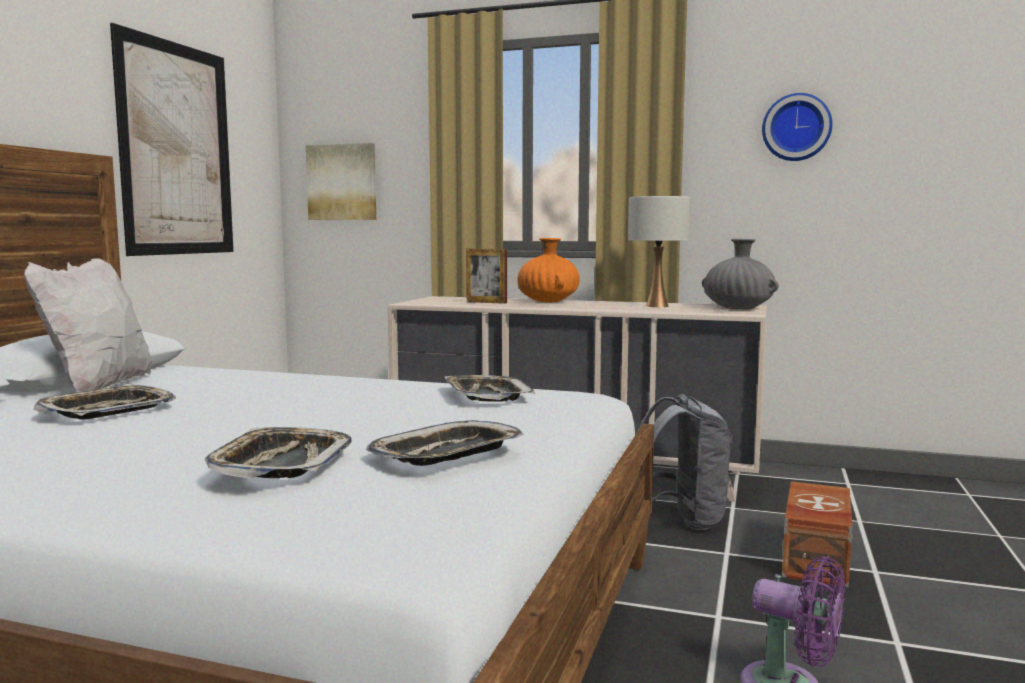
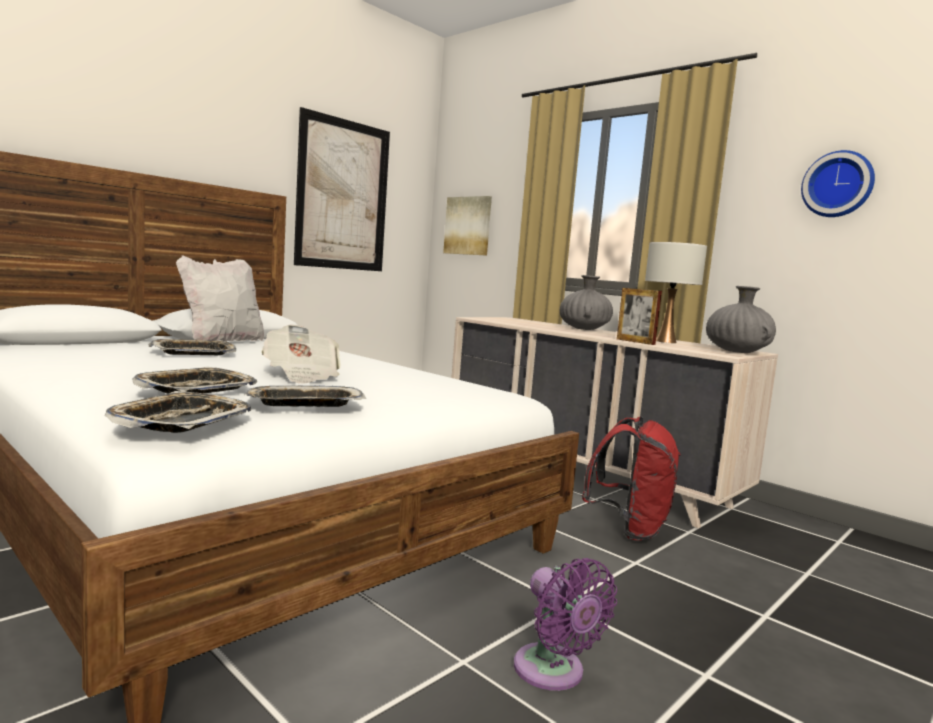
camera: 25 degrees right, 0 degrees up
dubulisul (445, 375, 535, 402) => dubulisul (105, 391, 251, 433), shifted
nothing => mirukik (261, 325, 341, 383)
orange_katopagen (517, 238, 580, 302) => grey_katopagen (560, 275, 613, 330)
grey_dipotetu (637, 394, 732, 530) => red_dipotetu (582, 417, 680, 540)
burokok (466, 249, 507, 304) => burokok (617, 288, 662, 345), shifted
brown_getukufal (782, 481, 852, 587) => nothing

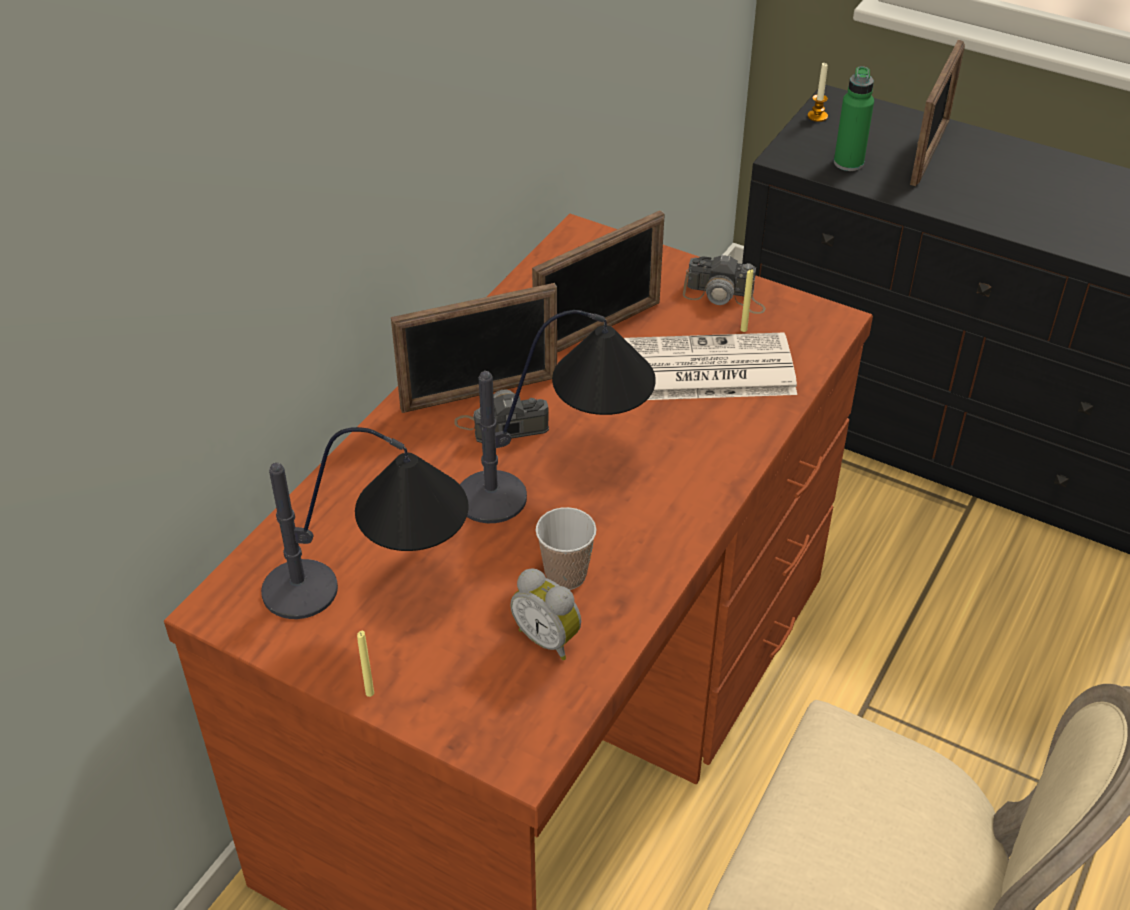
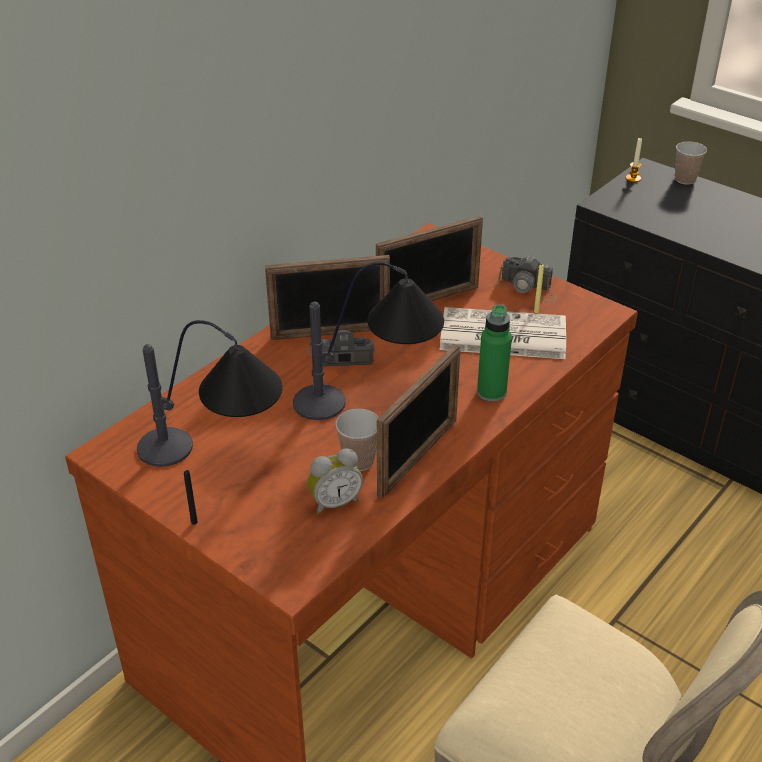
camera: 10 degrees right, 5 degrees down
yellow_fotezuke (357, 631, 374, 697) => black_fotezuke (184, 470, 198, 525)
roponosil (510, 568, 581, 660) => roponosil (307, 448, 363, 515), 75 degrees counterclockwise
burokok (910, 40, 965, 186) => burokok (377, 344, 460, 498), shifted
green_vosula (834, 66, 874, 171) => green_vosula (477, 304, 512, 402), shifted
nothing => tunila (675, 141, 707, 185)

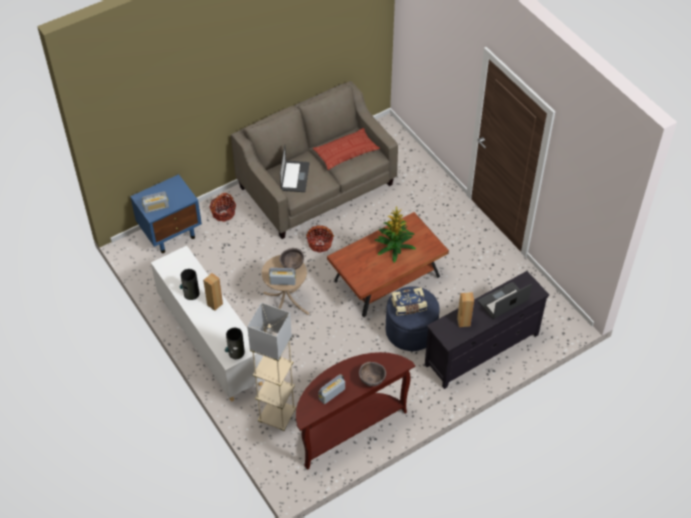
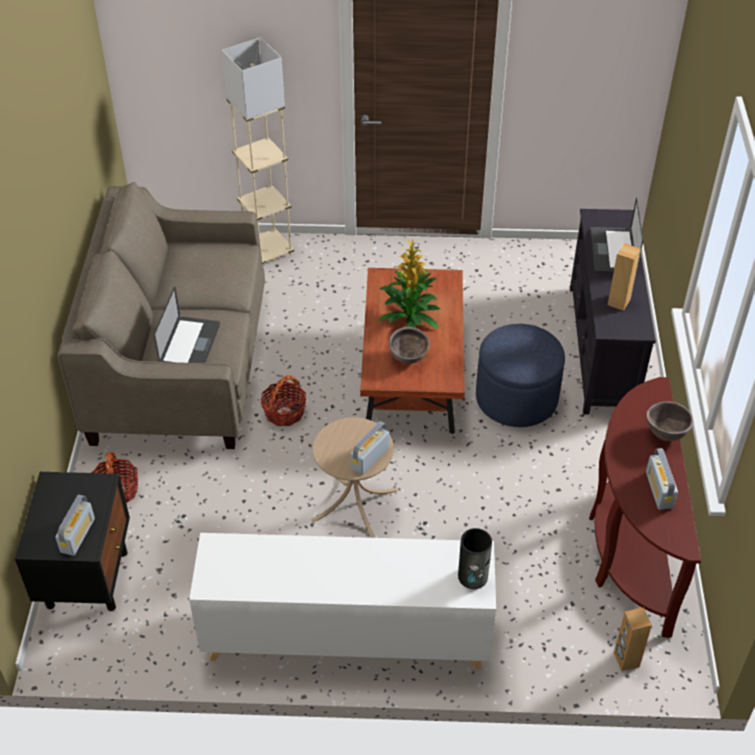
camera: 55 degrees left, 5 degrees down
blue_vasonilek (130, 174, 202, 253) => black_vasonilek (15, 472, 130, 611)
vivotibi (280, 145, 309, 192) => vivotibi (154, 286, 220, 363), 60 degrees clockwise
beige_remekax (247, 302, 296, 431) => beige_remekax (222, 37, 294, 264), shifted
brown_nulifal (279, 248, 304, 270) => brown_nulifal (389, 327, 430, 364), shifted
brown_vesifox (203, 273, 223, 311) => brown_vesifox (614, 607, 652, 671), shifted
katopagen (180, 269, 199, 300) => nothing
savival (313, 128, 380, 170) => nothing
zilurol (391, 287, 427, 316) => nothing

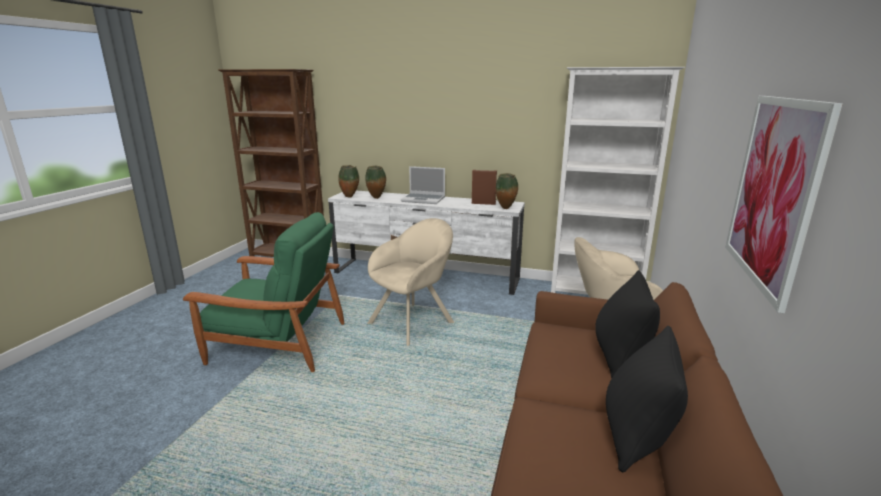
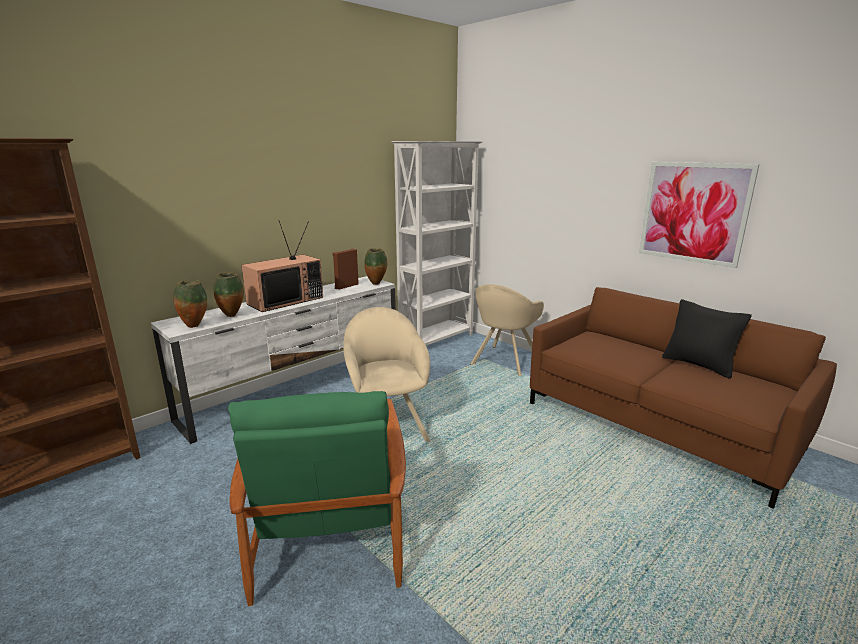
camera: 60 degrees left, 0 degrees up
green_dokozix (183, 212, 345, 372) => green_dokozix (228, 391, 406, 606), 135 degrees clockwise
vivotibi (401, 166, 445, 204) => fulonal (242, 220, 323, 312)
black_savival (595, 270, 660, 378) => nothing

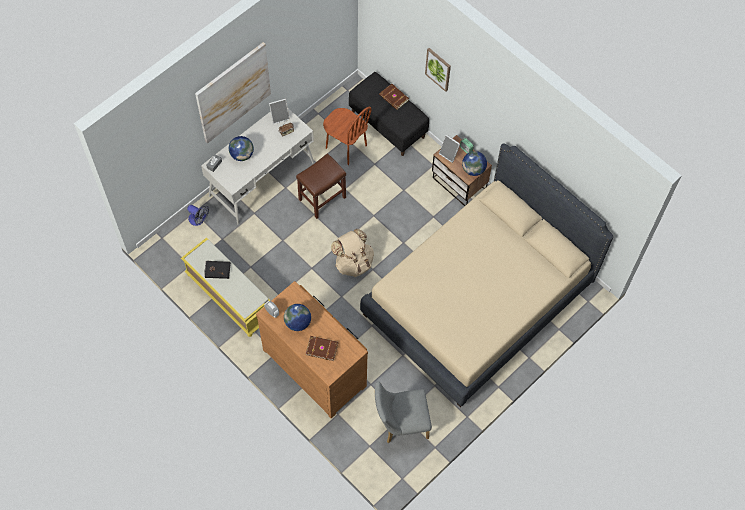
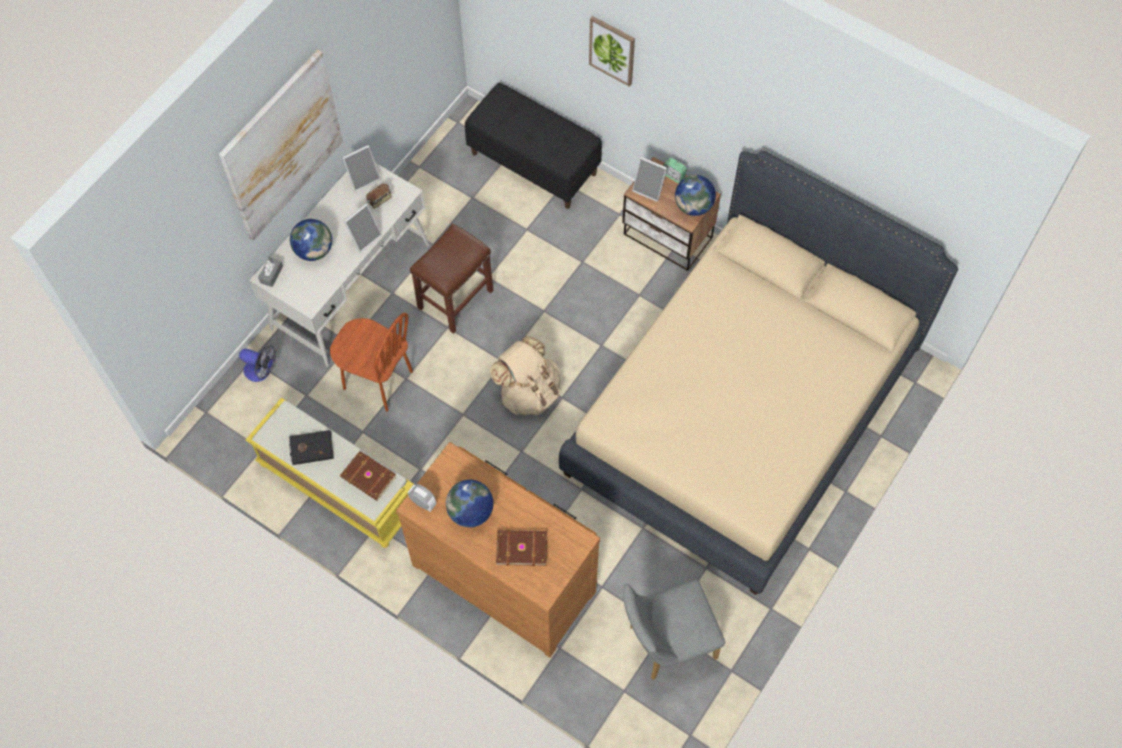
camera: 10 degrees left, 0 degrees up
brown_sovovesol (323, 107, 372, 165) => brown_sovovesol (330, 313, 413, 412), shifted
brown_zilurol (379, 84, 409, 110) => brown_zilurol (340, 451, 396, 501), shifted
nothing => burokok (344, 203, 382, 253)

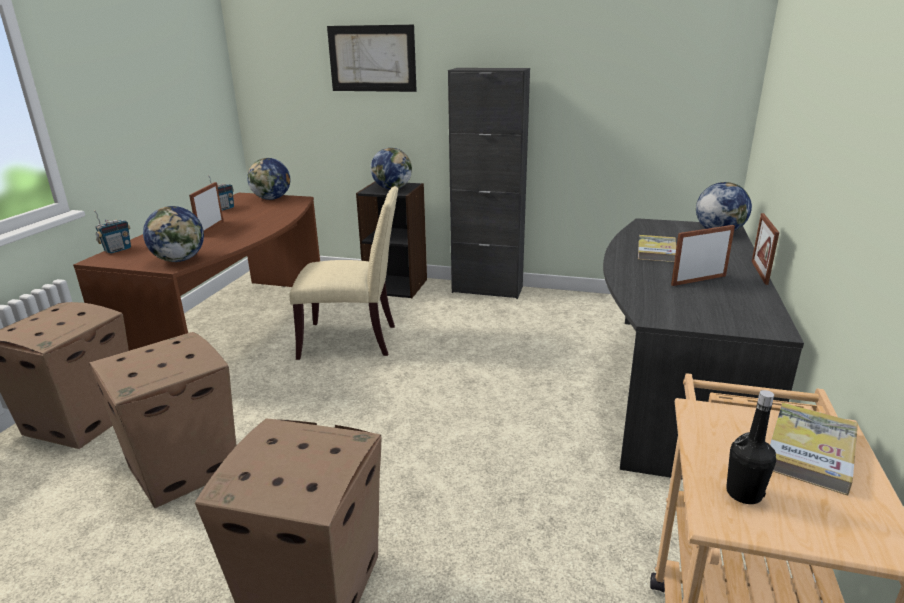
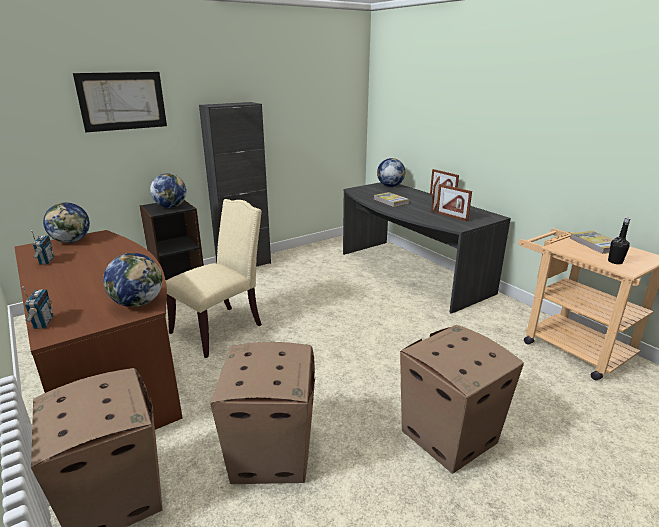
camera: 50 degrees left, 0 degrees up
burokok (189, 182, 224, 234) => burokok (436, 184, 472, 222), shifted

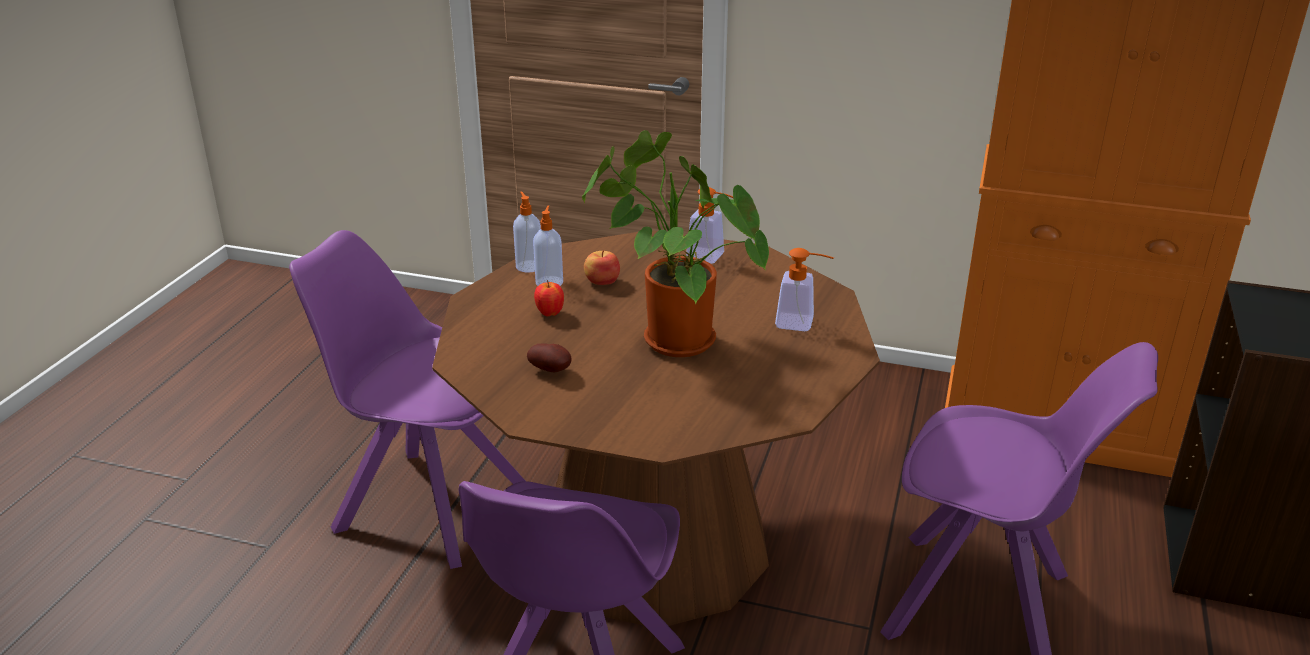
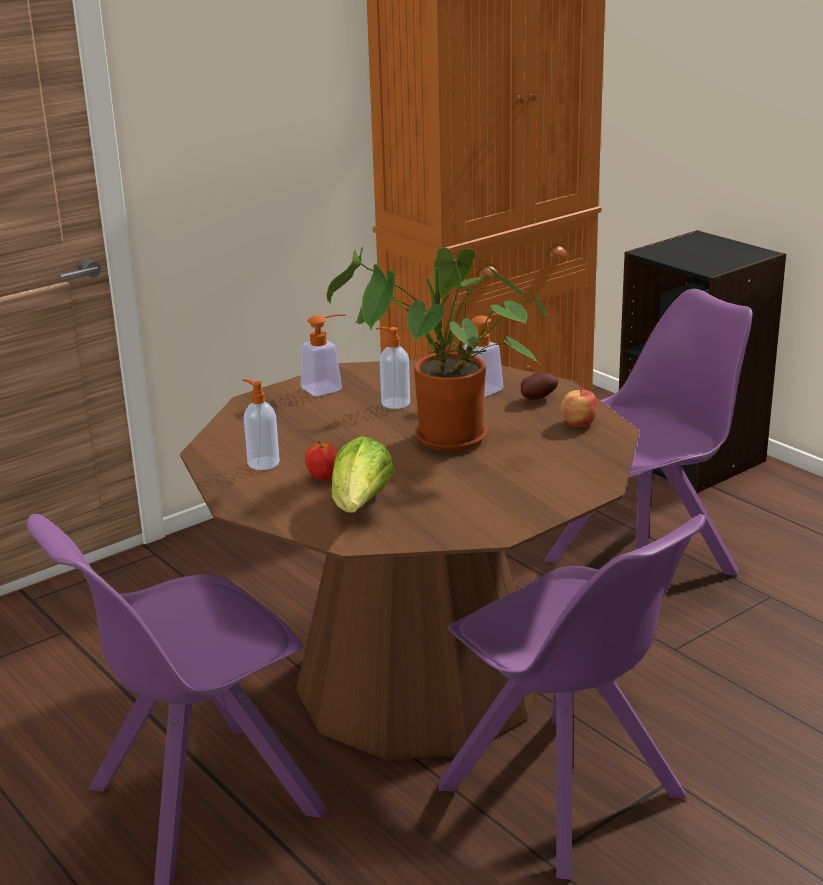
camera: 55 degrees left, 5 degrees down
nothing => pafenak (332, 436, 394, 513)
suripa (513, 192, 541, 273) => suripa (376, 327, 410, 409), shifted
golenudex (527, 343, 572, 372) => golenudex (521, 372, 558, 400), shifted
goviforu (584, 250, 620, 285) => goviforu (561, 388, 597, 427), shifted

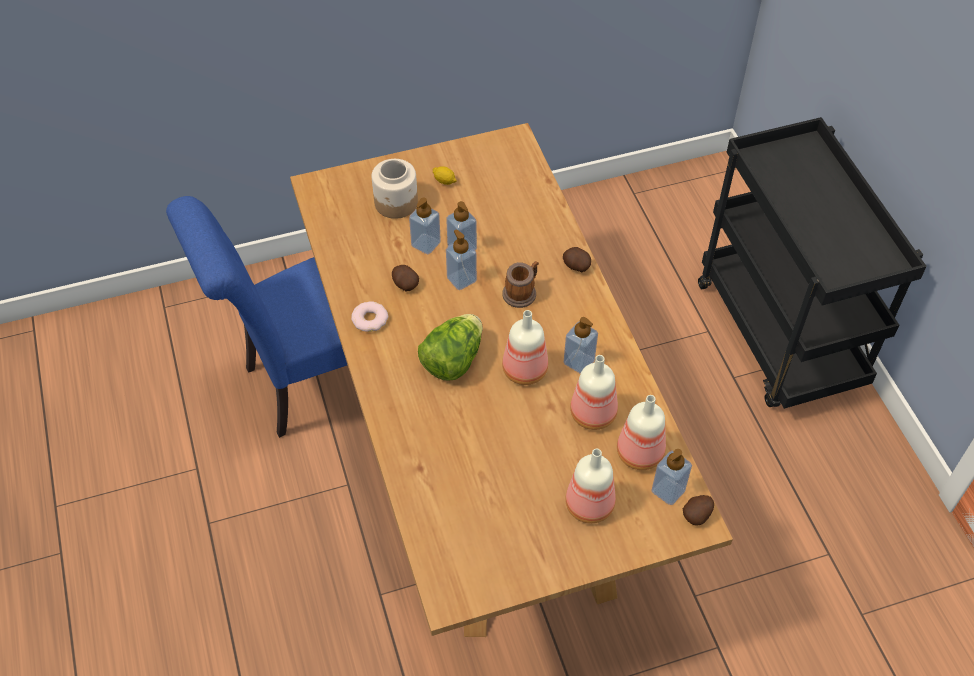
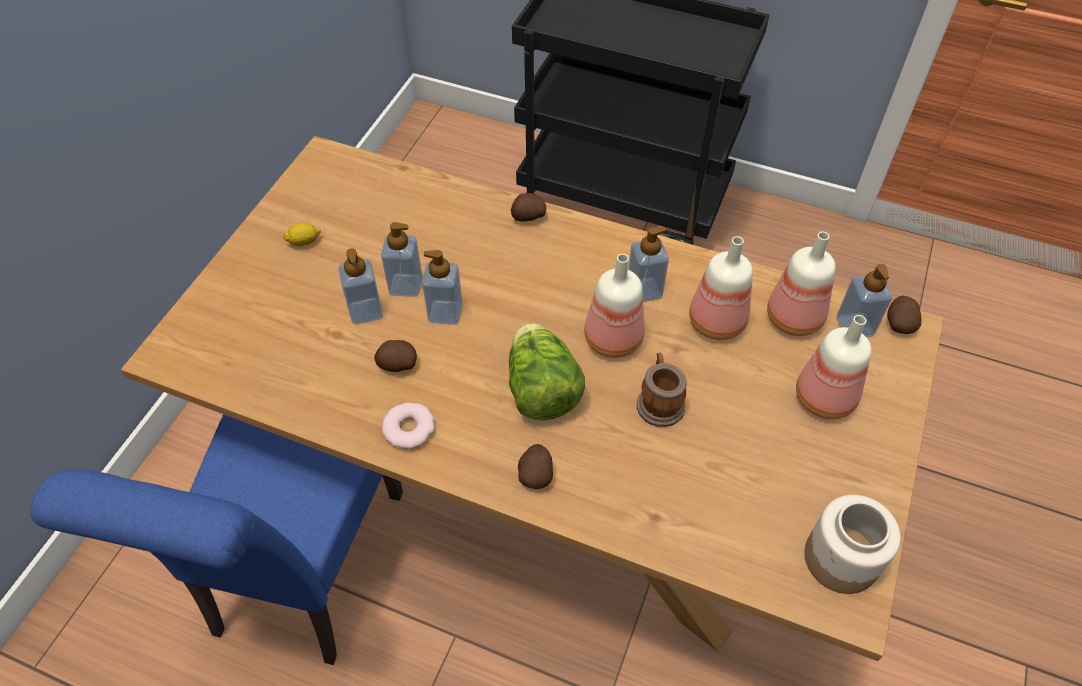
camera: 50 degrees left, 0 degrees up
nothing => golenudex (518, 444, 553, 489)
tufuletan (502, 261, 539, 308) => tufuletan (637, 353, 687, 427), shifted
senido (372, 159, 418, 219) => senido (804, 495, 901, 594), shifted

